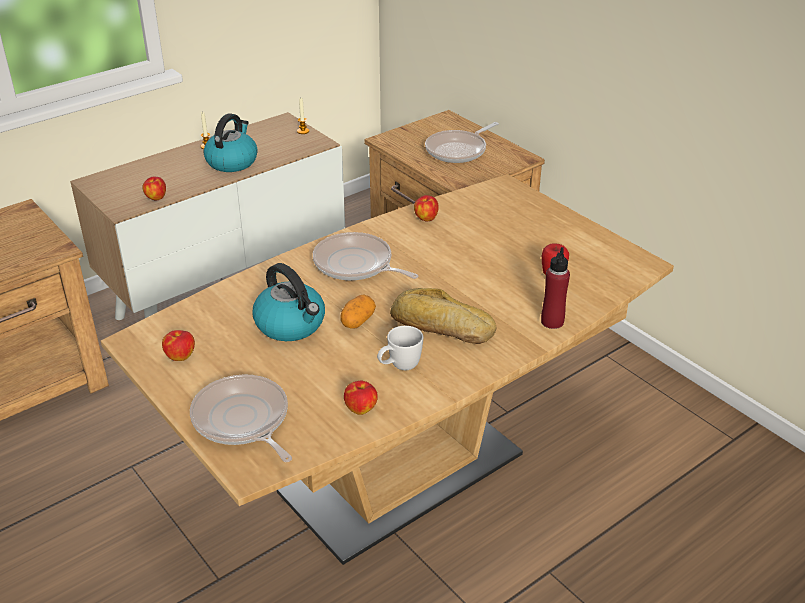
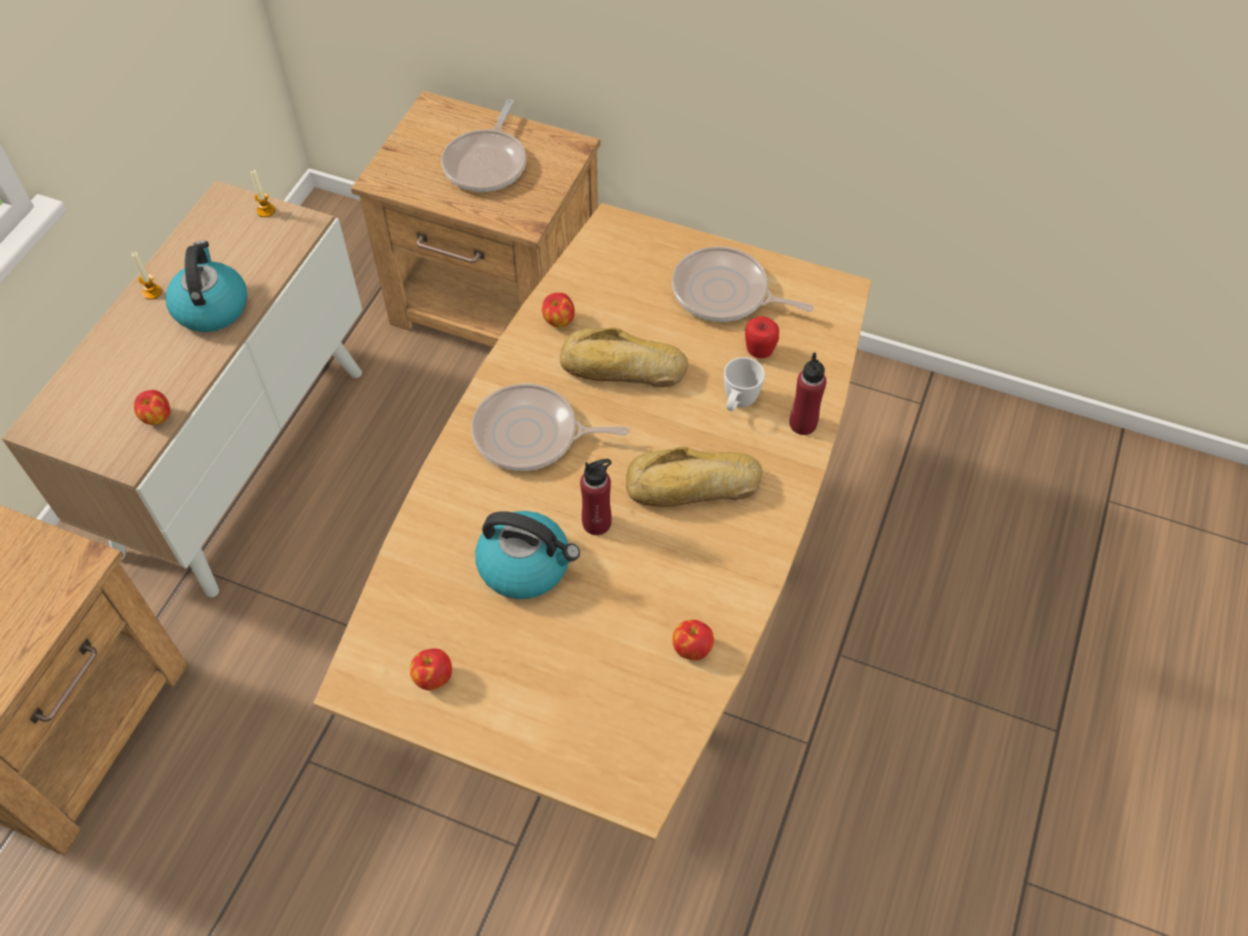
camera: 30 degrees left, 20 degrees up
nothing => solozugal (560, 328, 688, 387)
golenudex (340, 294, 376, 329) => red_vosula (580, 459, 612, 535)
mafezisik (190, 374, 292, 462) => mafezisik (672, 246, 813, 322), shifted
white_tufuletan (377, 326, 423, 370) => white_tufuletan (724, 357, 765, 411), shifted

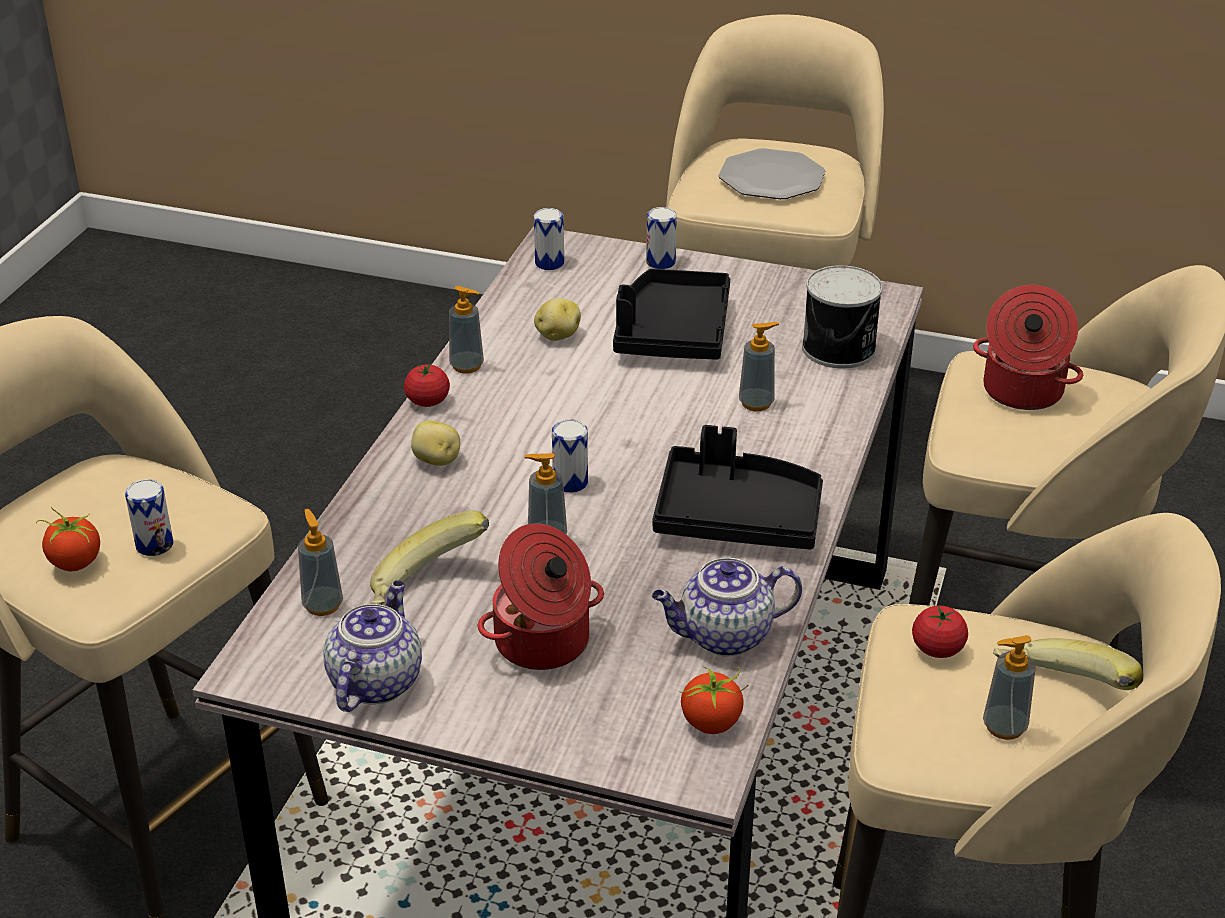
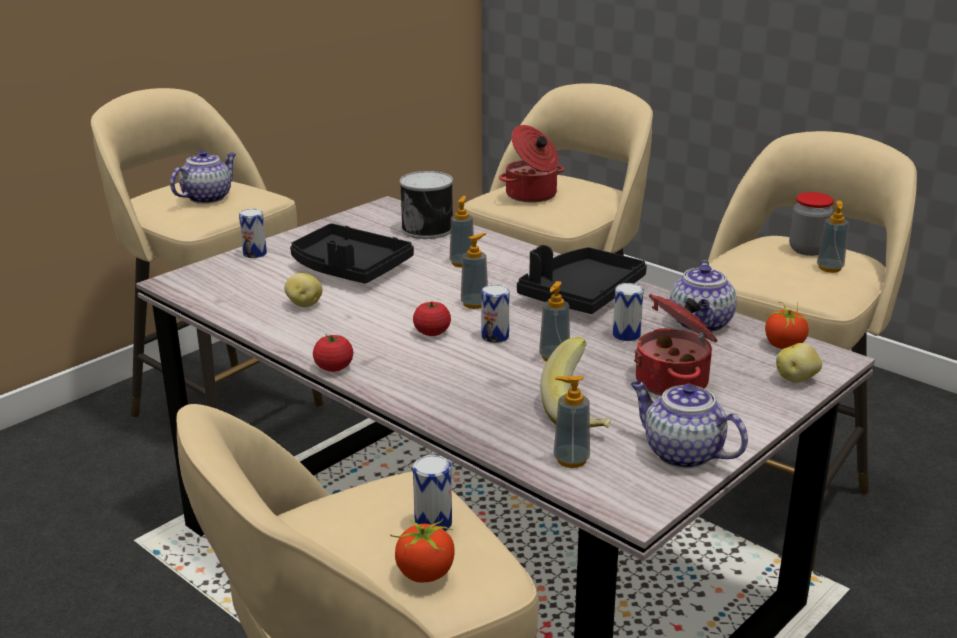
camera: 65 degrees left, 10 degrees down
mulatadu (718, 148, 825, 199) => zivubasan (170, 150, 236, 204)
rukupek (912, 606, 968, 658) => rukupek (413, 302, 451, 336), shifted
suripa (449, 286, 484, 374) => suripa (461, 233, 488, 309), shifted
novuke (534, 208, 564, 270) => novuke (613, 283, 644, 341), shifted
golenudex (411, 420, 460, 466) => golenudex (776, 343, 822, 383), shifted
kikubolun (993, 638, 1143, 690) => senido (789, 192, 834, 256)

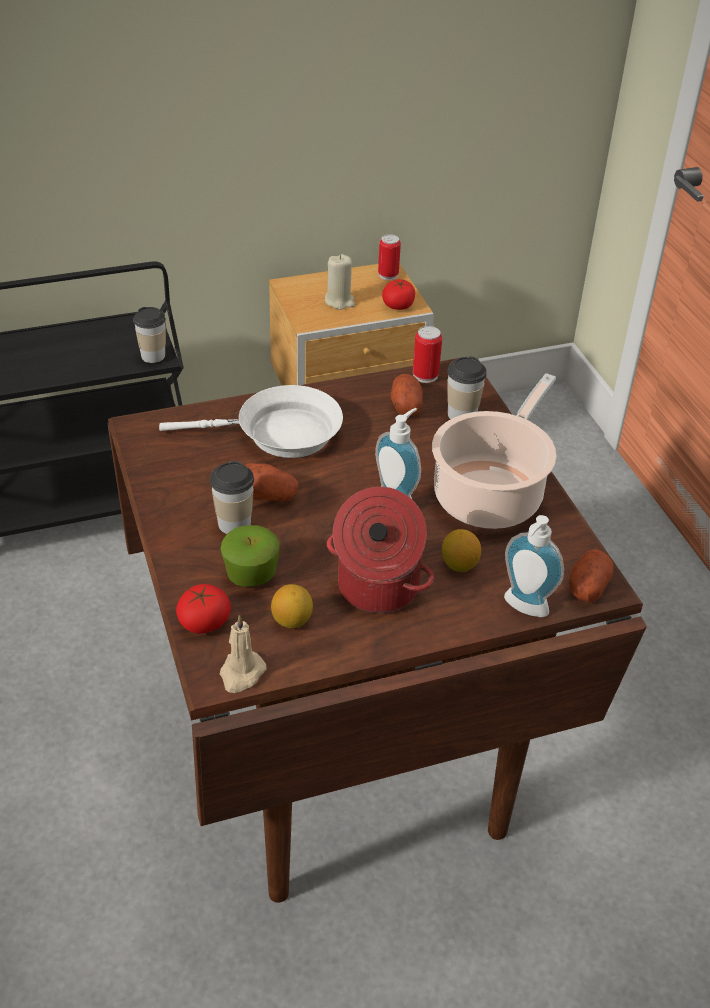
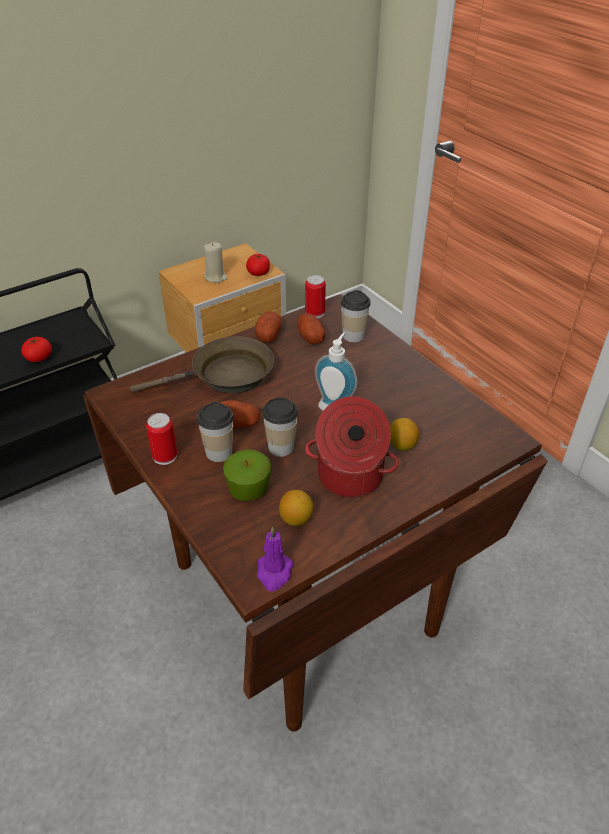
camera: 15 degrees left, 0 degrees up
rukupek (176, 584, 231, 634) => rukupek (21, 337, 52, 362), shifted
white_mafezisik (159, 385, 343, 458) => brown_mafezisik (130, 336, 274, 393)
novuke (378, 234, 401, 280) => novuke (146, 413, 177, 465), shifted
golenudex (569, 549, 613, 602) => golenudex (255, 311, 282, 343), shifted
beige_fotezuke (220, 614, 267, 693) => purple_fotezuke (257, 526, 294, 591)
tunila (133, 307, 166, 363) => tunila (262, 397, 298, 457), shifted
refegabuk (432, 373, 557, 529) => nothing
suripa (504, 515, 564, 617) => nothing

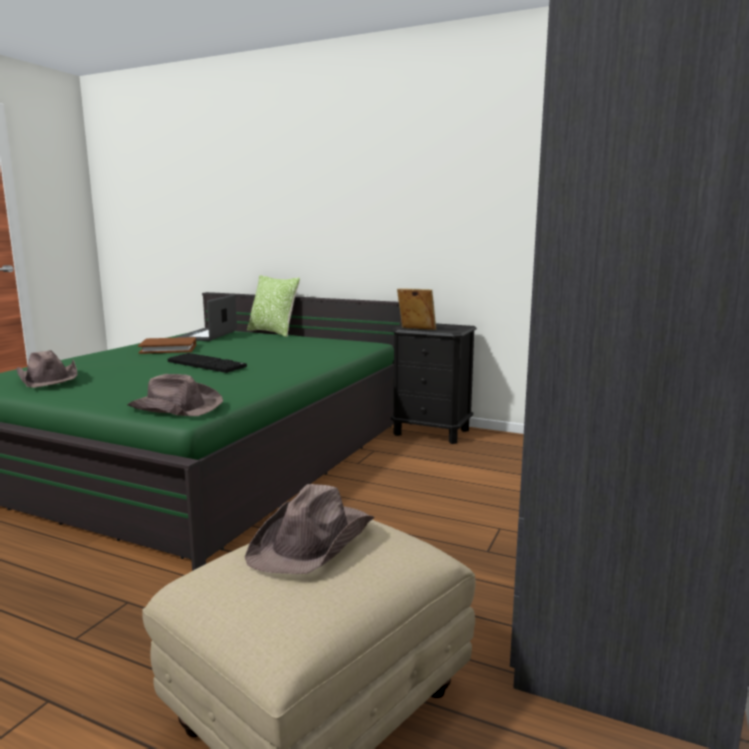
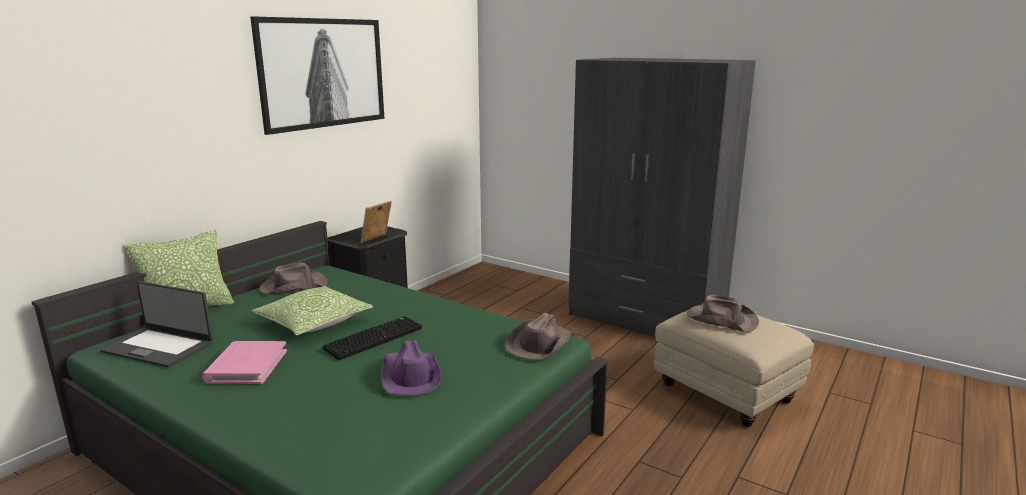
camera: 80 degrees left, 5 degrees up
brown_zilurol (138, 337, 196, 354) => pink_zilurol (202, 341, 287, 384)
nothing => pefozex (250, 16, 384, 135)
nothing => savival (252, 286, 373, 335)
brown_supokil (16, 350, 77, 388) => brown_supokil (259, 263, 328, 294), shifted
nothing => purple_supokil (381, 340, 441, 396)

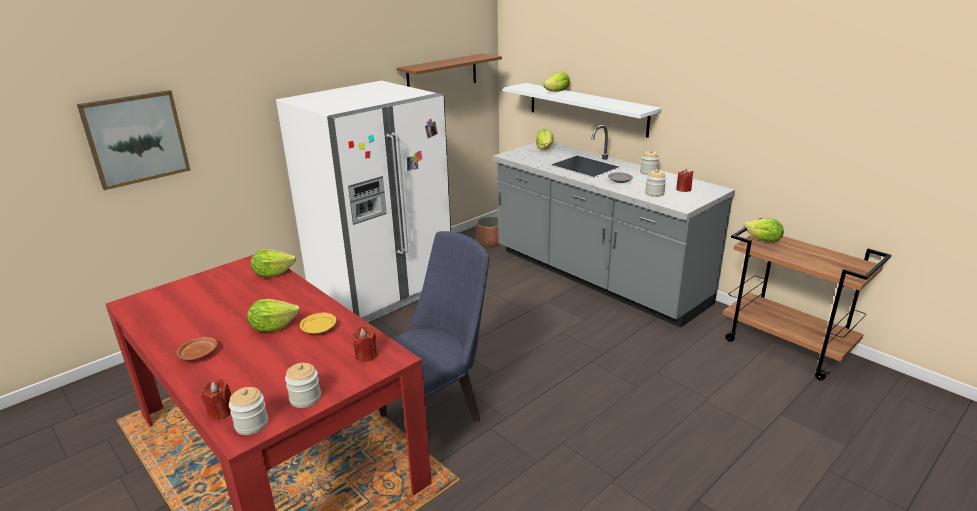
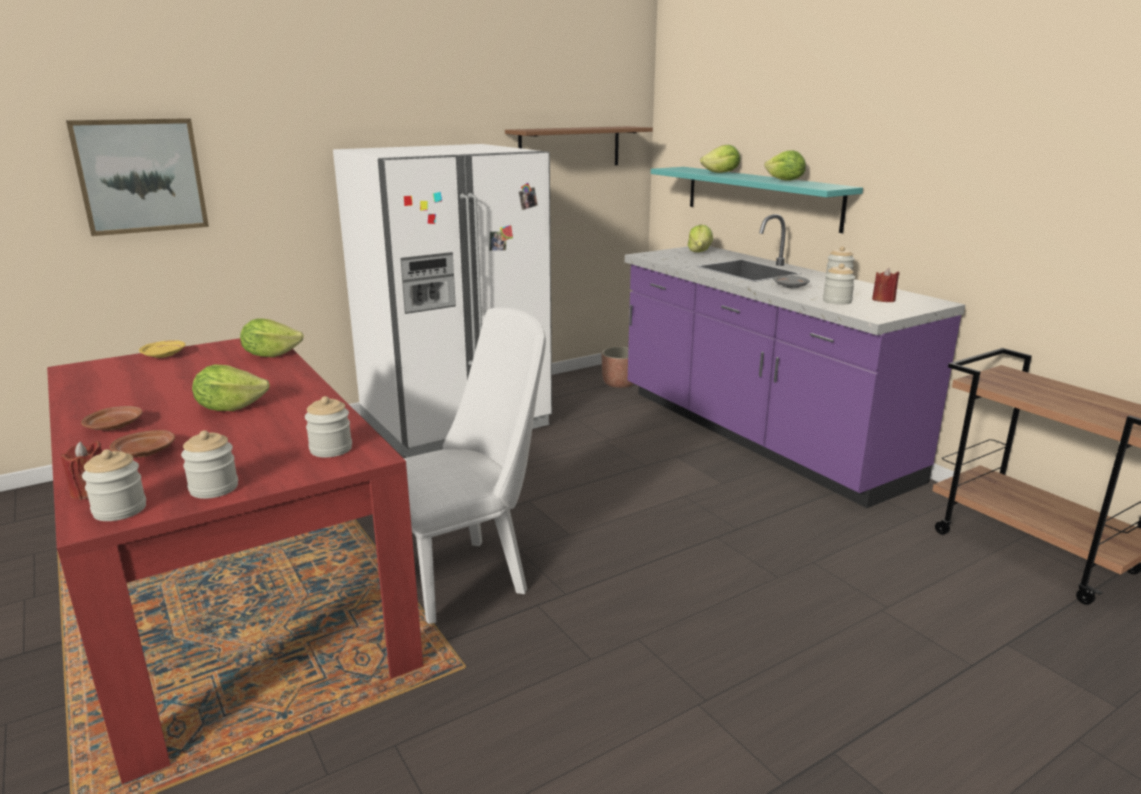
camera: 10 degrees right, 5 degrees down
nothing => brown_mulatadu (110, 430, 175, 457)
yellow_mulatadu (300, 313, 336, 334) => yellow_mulatadu (139, 340, 185, 358), shifted
red_fotezuke (352, 325, 377, 362) => senido (305, 396, 352, 458)
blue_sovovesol (380, 231, 489, 422) => white_sovovesol (403, 308, 546, 624)
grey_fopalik (493, 125, 735, 328) => purple_fopalik (625, 214, 965, 508)
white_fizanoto (503, 83, 662, 138) => turquoise_fizanoto (651, 167, 863, 233)
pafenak (744, 218, 784, 242) => pafenak (764, 150, 806, 181), shifted

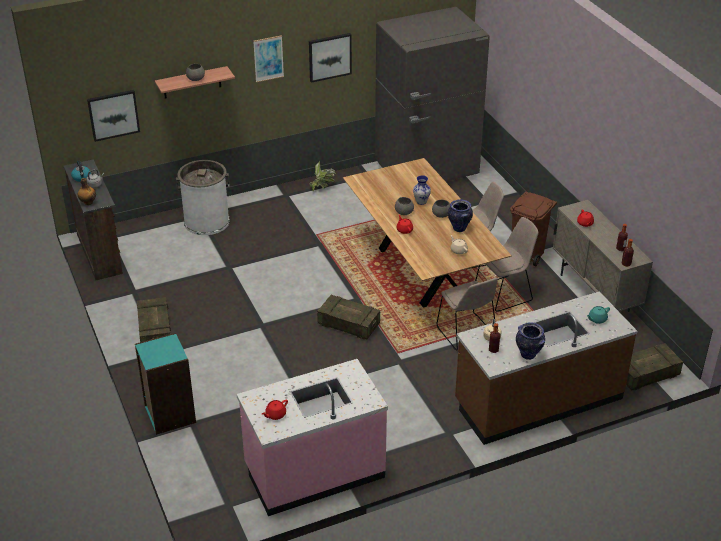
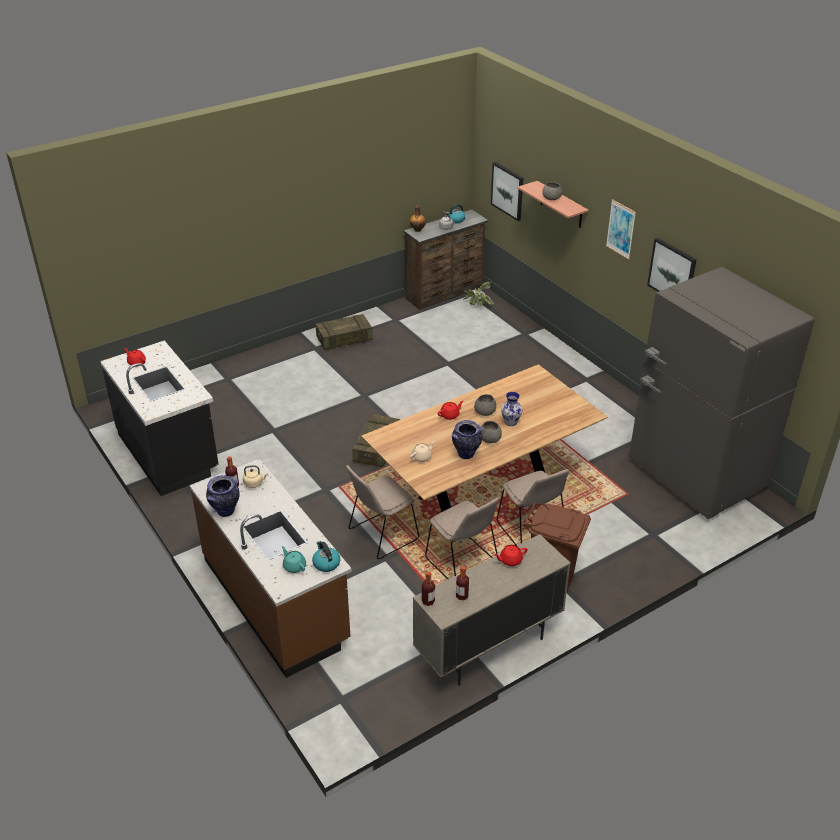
camera: 80 degrees right, 0 degrees up
pink_fopalik (237, 359, 388, 516) => black_fopalik (100, 340, 218, 496)
nothing => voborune (312, 541, 340, 572)
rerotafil (309, 160, 336, 191) => rerotafil (464, 281, 494, 306), shifted
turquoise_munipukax (135, 333, 196, 435) => nothing
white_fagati (176, 160, 230, 235) => nothing
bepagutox (626, 343, 683, 391) => nothing

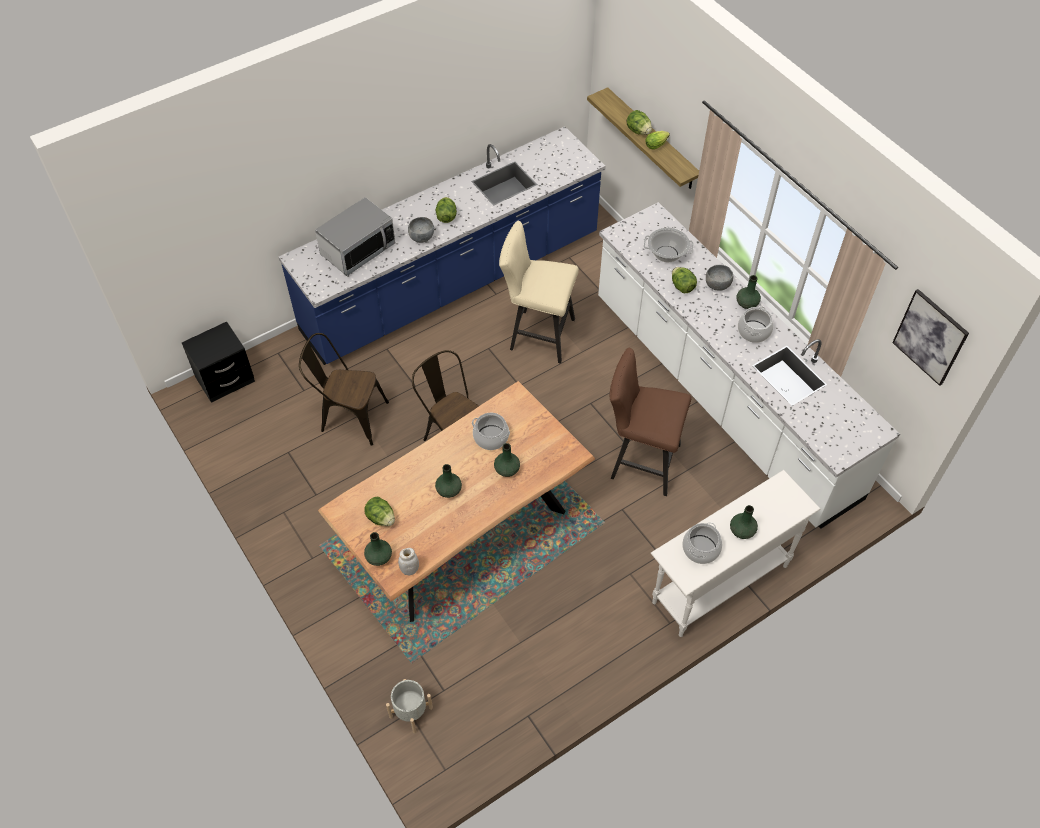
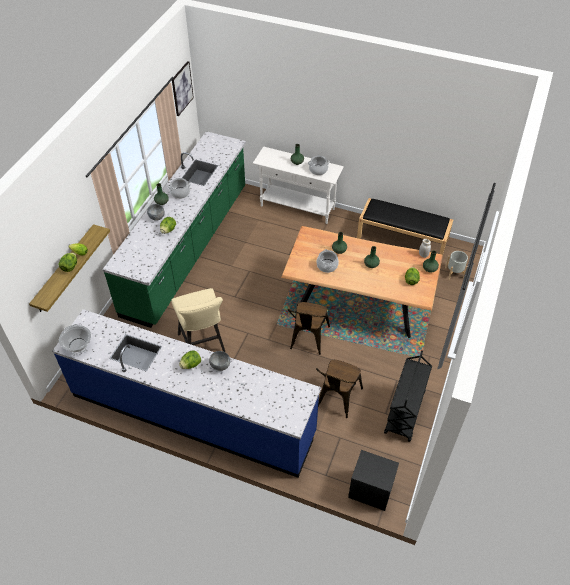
camera: 125 degrees left, 5 degrees down
refegabuk (644, 228, 694, 263) => refegabuk (59, 324, 91, 354), shifted
white_fopalik (598, 202, 900, 529) => green_fopalik (103, 131, 246, 328)
brown_sovovesol (299, 333, 389, 446) => brown_sovovesol (316, 360, 363, 418), 45 degrees clockwise
nothing => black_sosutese (357, 198, 453, 256)
nothing => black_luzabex (384, 350, 432, 442)
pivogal (315, 197, 396, 276) => nothing
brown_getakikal (610, 347, 691, 496) => nothing

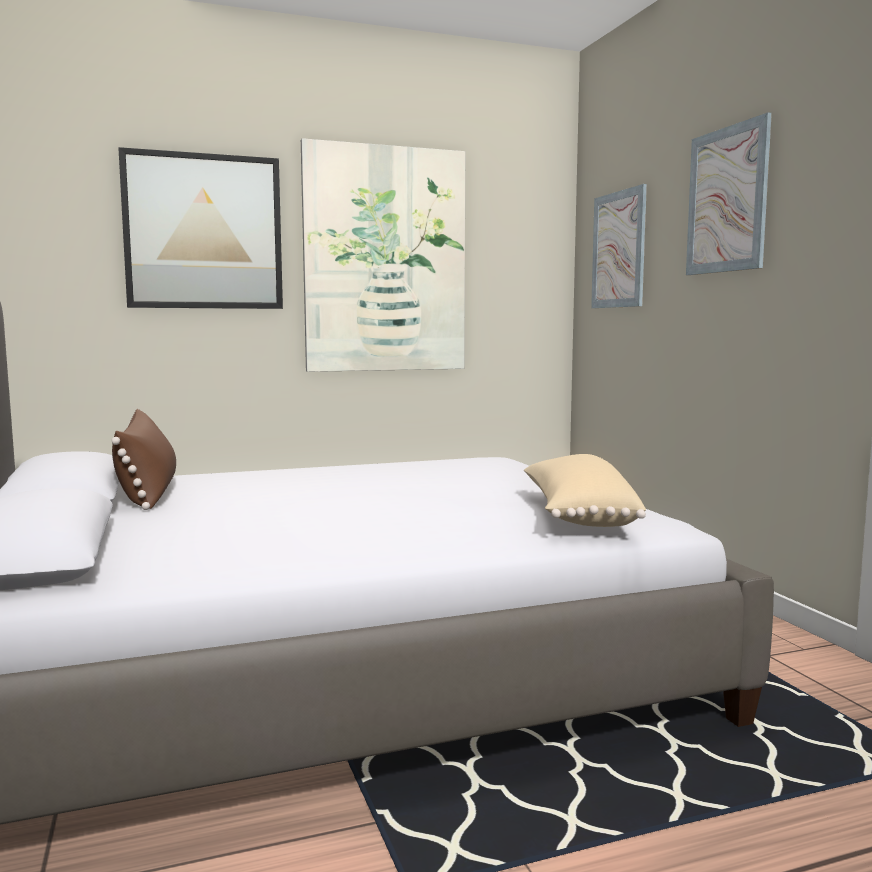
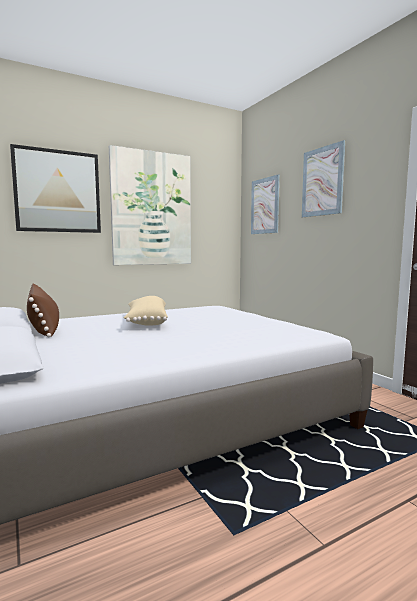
camera: 10 degrees left, 0 degrees up
beige_savival (524, 454, 646, 527) => beige_savival (124, 296, 168, 326), shifted

